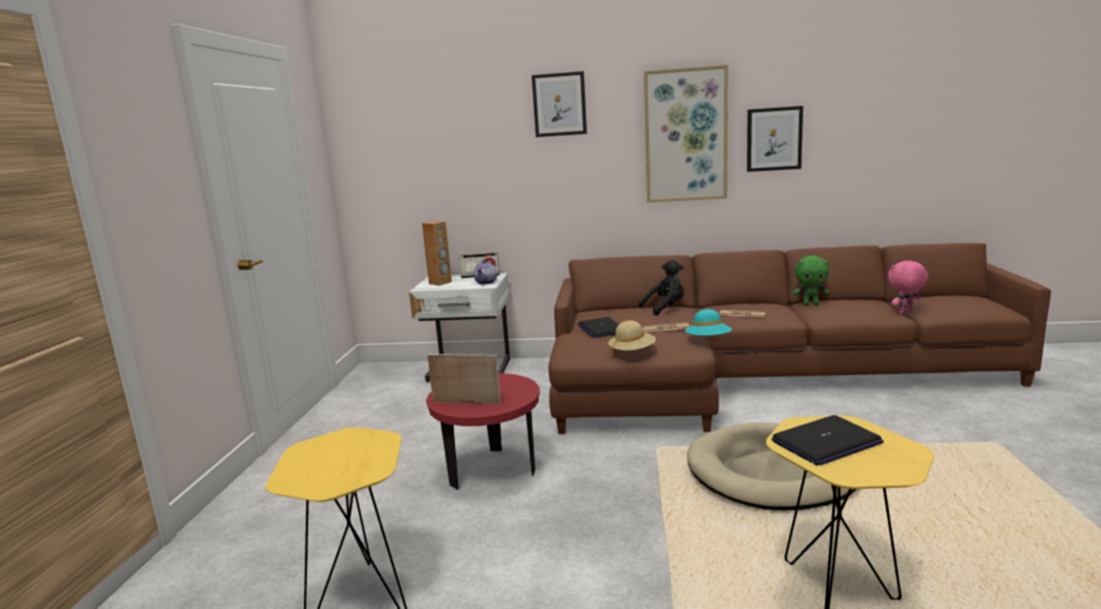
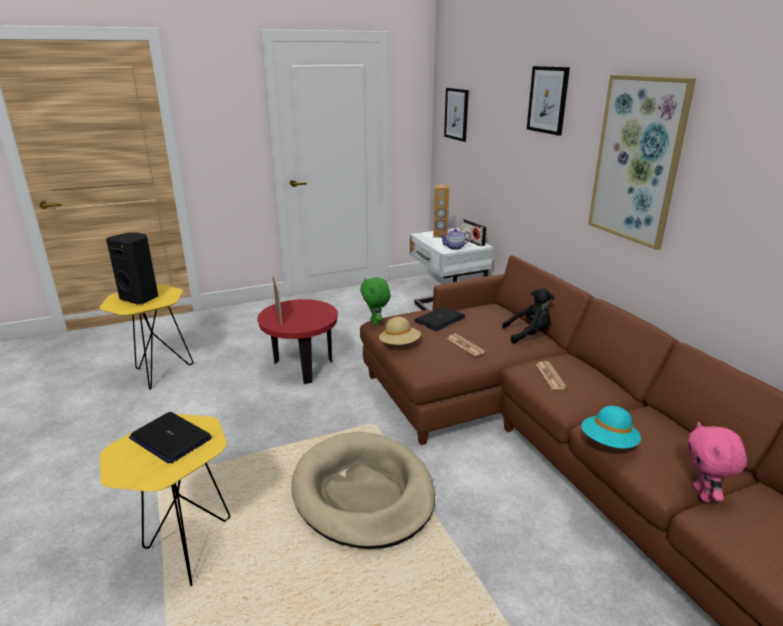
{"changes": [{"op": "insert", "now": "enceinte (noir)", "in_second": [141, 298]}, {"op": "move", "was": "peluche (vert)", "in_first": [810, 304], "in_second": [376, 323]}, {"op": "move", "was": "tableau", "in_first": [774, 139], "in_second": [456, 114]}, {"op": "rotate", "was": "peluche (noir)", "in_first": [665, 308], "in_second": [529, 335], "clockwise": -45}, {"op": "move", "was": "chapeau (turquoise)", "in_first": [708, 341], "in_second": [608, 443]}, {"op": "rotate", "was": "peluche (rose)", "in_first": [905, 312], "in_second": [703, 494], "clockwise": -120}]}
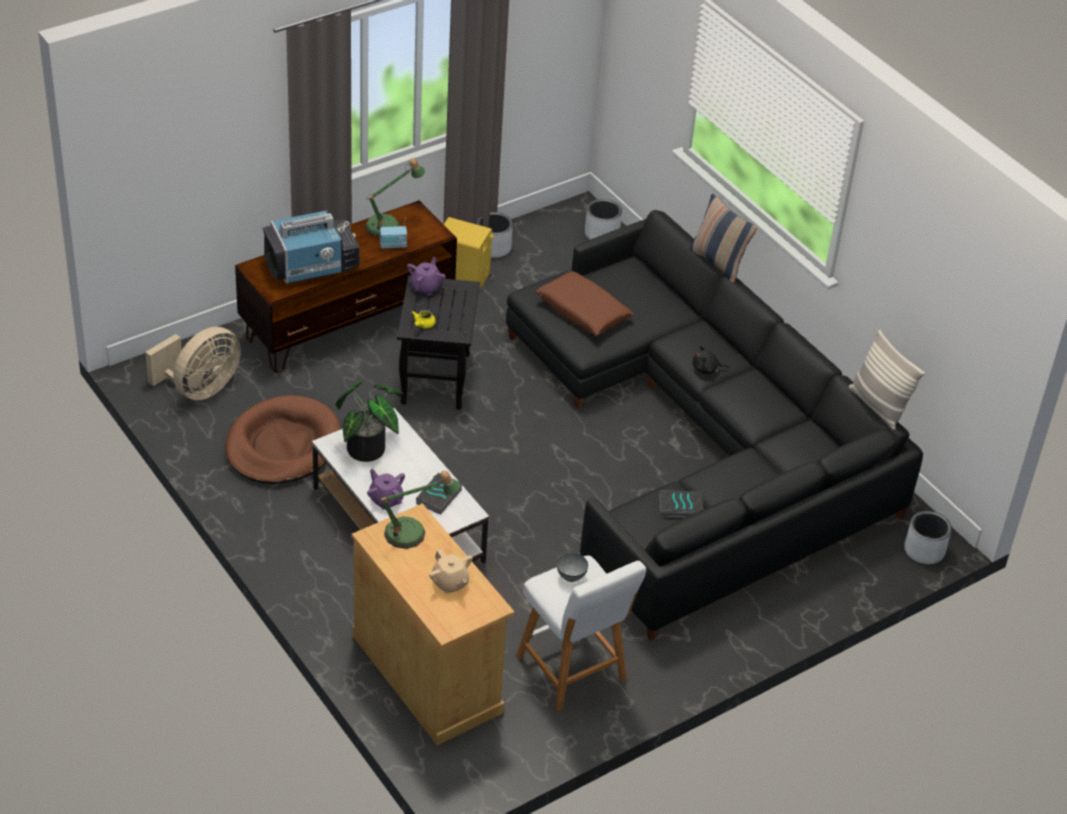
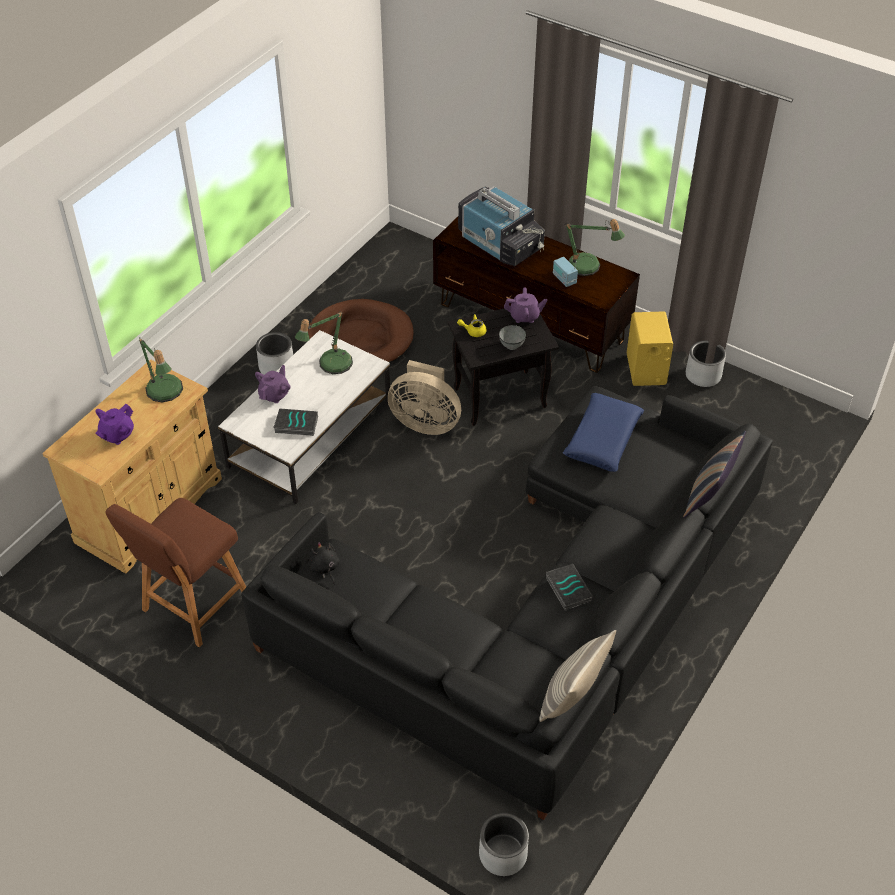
{"changes": [{"op": "recolor", "was": "théière (beige)", "now": "théière (violet)", "in_first": [450, 583], "in_second": [117, 435]}, {"op": "recolor", "was": "tabouret (blanc)", "now": "tabouret (marron)", "in_first": [574, 672], "in_second": [192, 606]}, {"op": "move", "was": "cache-pot (gris)", "in_first": [601, 234], "in_second": [277, 367]}, {"op": "replace", "was": "plante en pot", "now": "lampe de table", "in_first": [370, 448], "in_second": [330, 365]}, {"op": "move", "was": "peluche (noir)", "in_first": [706, 369], "in_second": [325, 568]}, {"op": "move", "was": "ventilateur (beige)", "in_first": [199, 389], "in_second": [425, 422]}, {"op": "move", "was": "bol (gris)", "in_first": [571, 577], "in_second": [511, 345]}, {"op": "move", "was": "livre", "in_first": [679, 507], "in_second": [567, 589]}, {"op": "recolor", "was": "coussin (marron)", "now": "coussin (bleu)", "in_first": [583, 311], "in_second": [602, 439]}]}
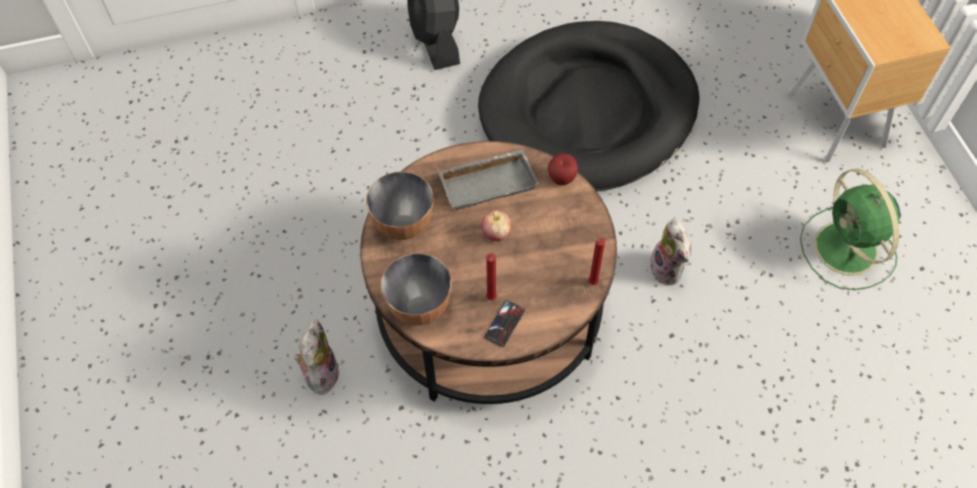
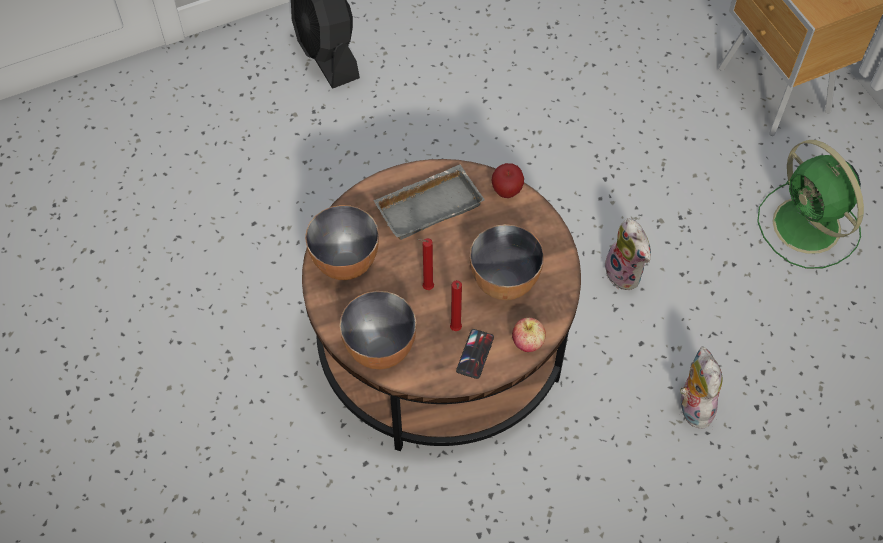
{"changes": [{"op": "move", "was": "bougie (rouge)", "in_first": [591, 282], "in_second": [426, 288]}, {"op": "insert", "now": "bol", "in_second": [504, 281]}, {"op": "move", "was": "pomme", "in_first": [496, 233], "in_second": [527, 343]}, {"op": "move", "was": "peluche", "in_first": [320, 373], "in_second": [692, 406]}, {"op": "delete", "was": "panier pour chien (noir)", "in_first": [588, 111]}]}
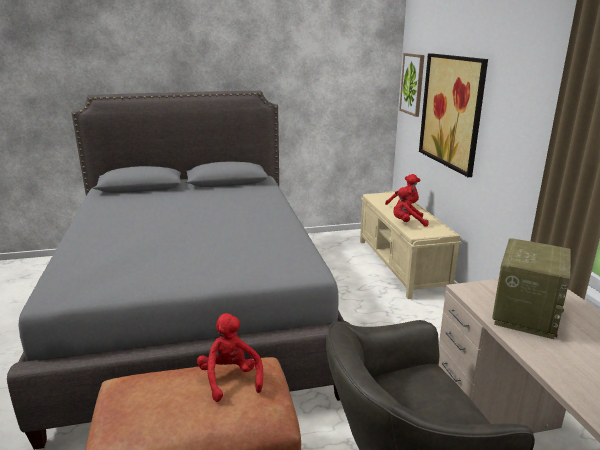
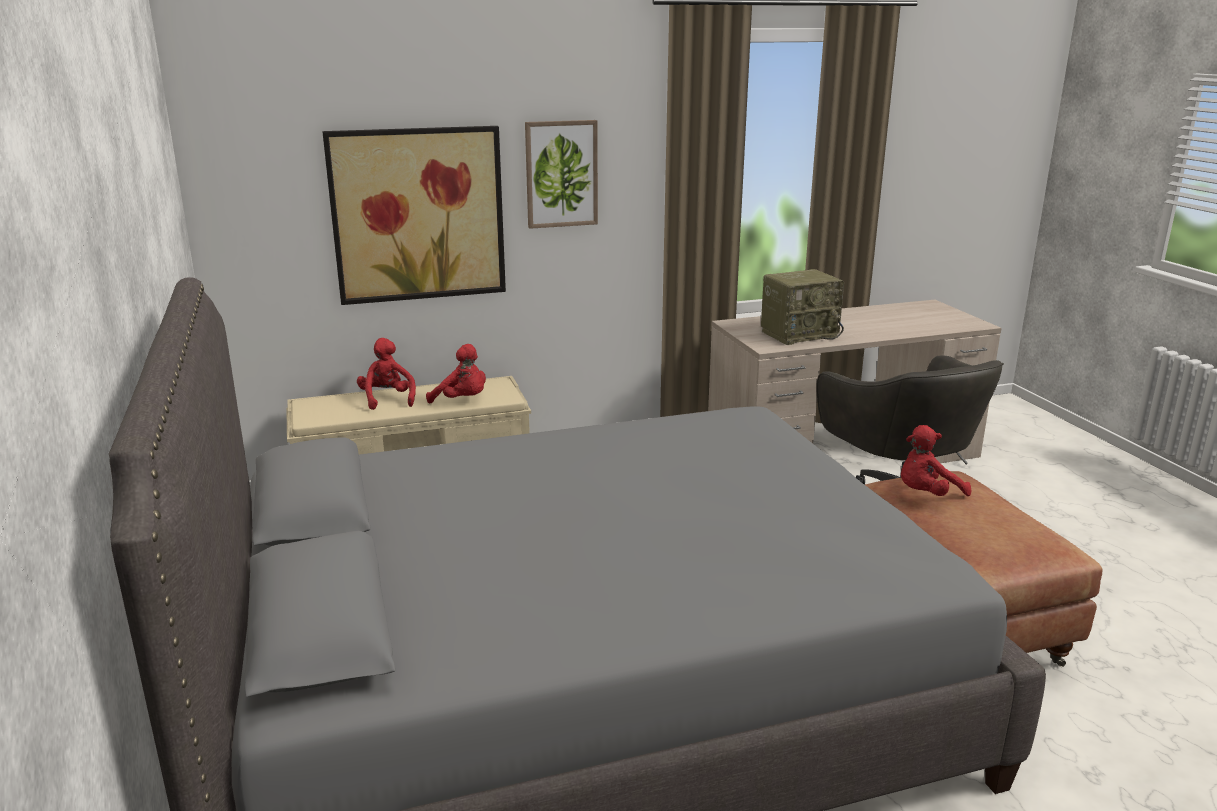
{"changes": [{"op": "rotate", "was": "peluche (rouge)", "in_first": [407, 223], "in_second": [462, 400], "clockwise": -60}, {"op": "move", "was": "tableau", "in_first": [412, 84], "in_second": [561, 174]}, {"op": "rotate", "was": "radio", "in_first": [524, 313], "in_second": [799, 334], "clockwise": 135}]}
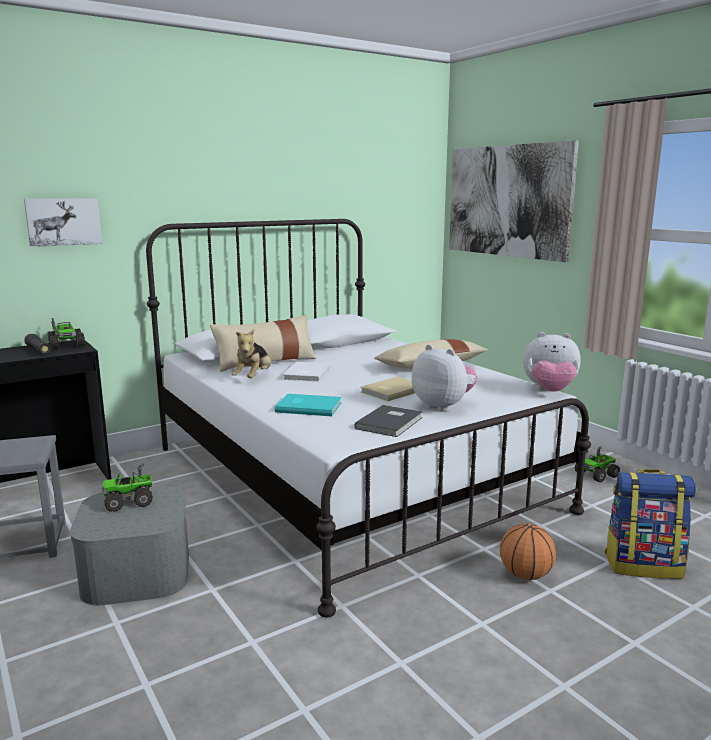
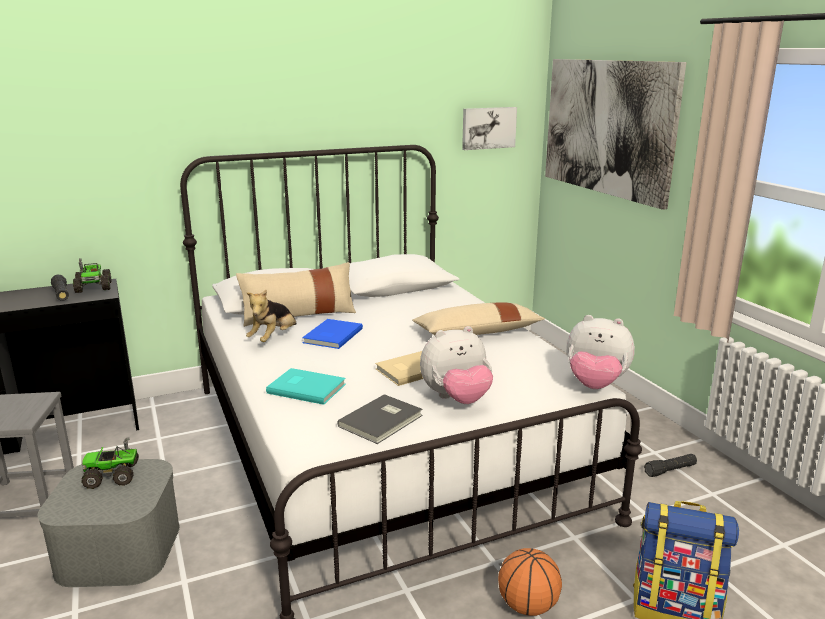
{"changes": [{"op": "recolor", "was": "livre (blanc)", "now": "livre (bleu)", "in_first": [305, 374], "in_second": [331, 336]}, {"op": "rotate", "was": "peluche", "in_first": [443, 406], "in_second": [456, 399], "clockwise": 105}, {"op": "move", "was": "tableau", "in_first": [63, 221], "in_second": [488, 128]}, {"op": "replace", "was": "camion jouet", "now": "lampe de poche (noir)", "in_first": [597, 474], "in_second": [670, 470]}]}
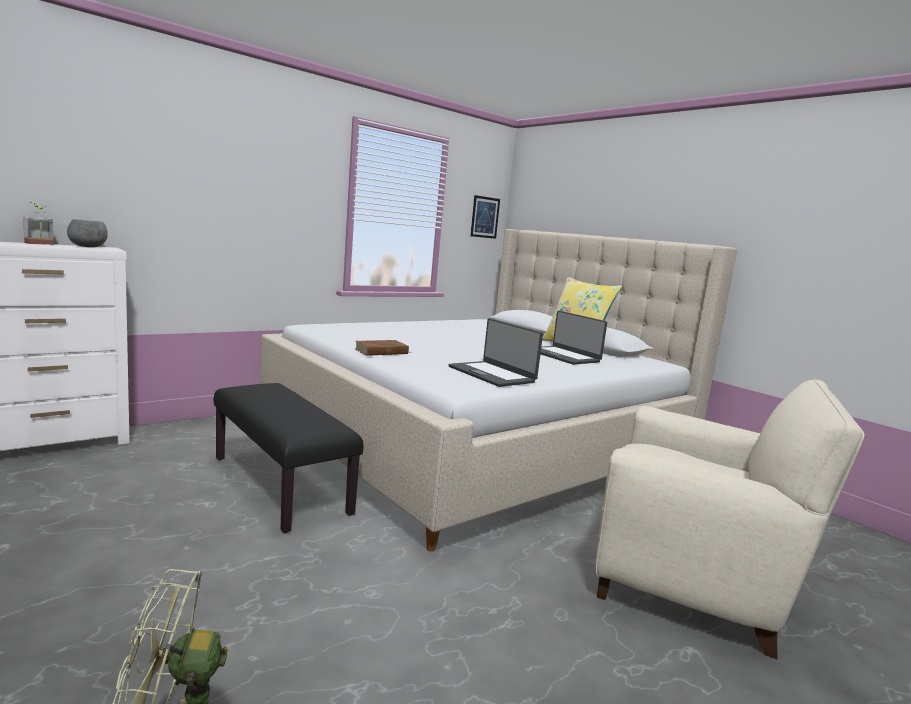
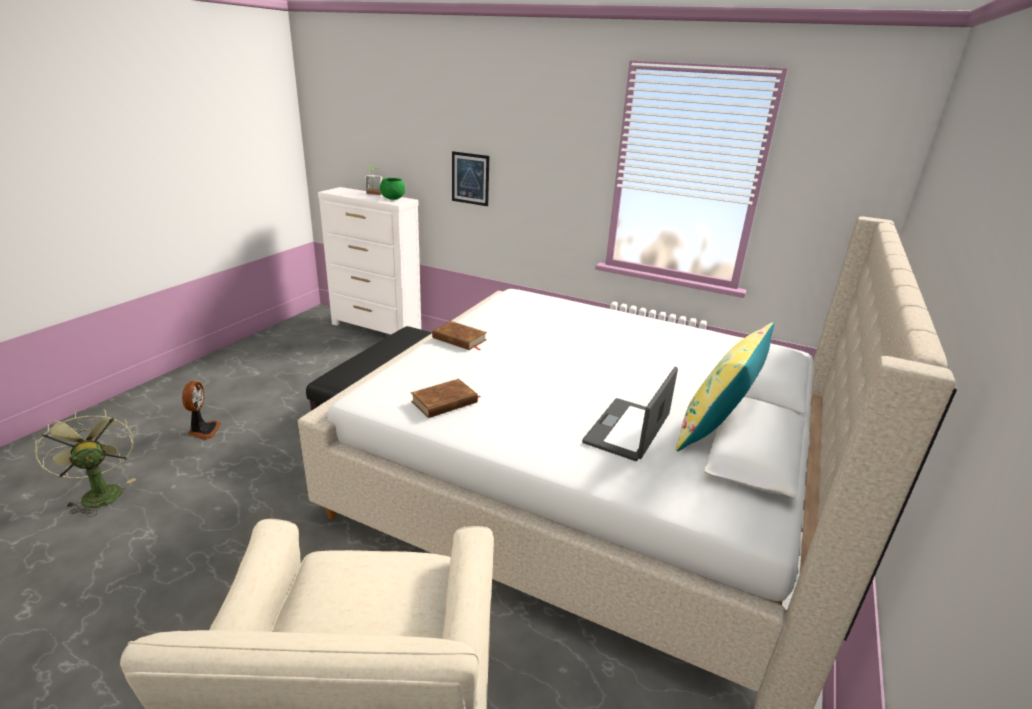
{"changes": [{"op": "insert", "now": "ventilateur", "in_second": [203, 430]}, {"op": "recolor", "was": "bol (gris)", "now": "bol (vert)", "in_first": [88, 247], "in_second": [392, 199]}, {"op": "replace", "was": "ordinateur portable", "now": "livre (marron)", "in_first": [492, 374], "in_second": [445, 402]}, {"op": "move", "was": "tableau", "in_first": [485, 217], "in_second": [470, 178]}]}
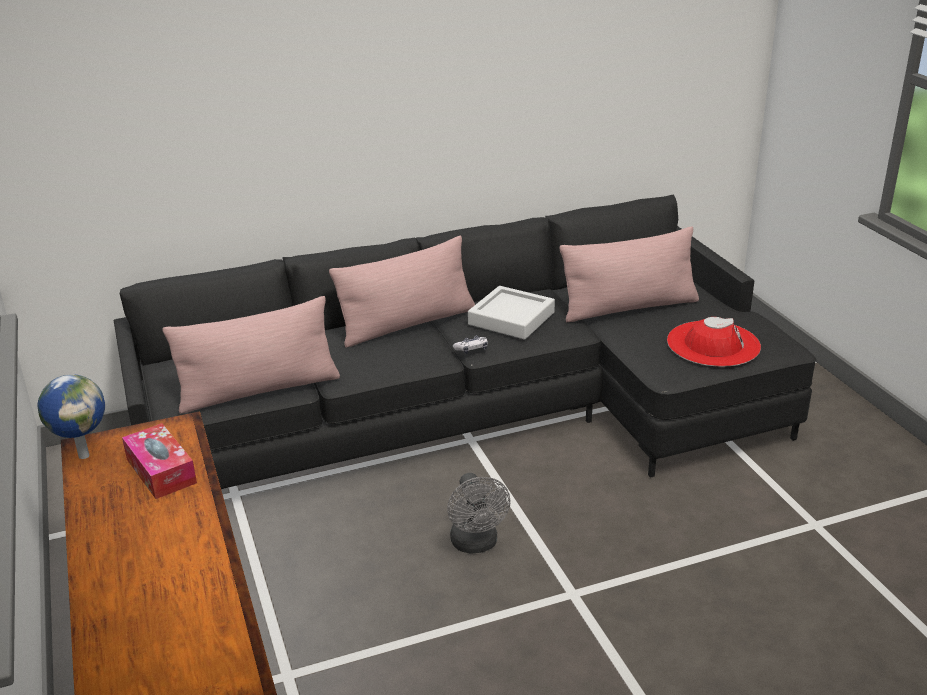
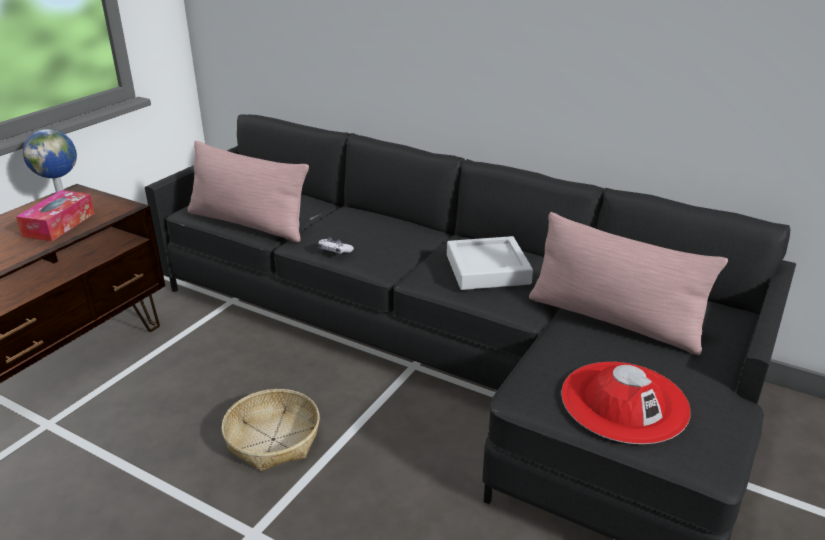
{"changes": [{"op": "replace", "was": "ventilateur (gris)", "now": "panier", "in_first": [476, 544], "in_second": [273, 439]}, {"op": "move", "was": "manette", "in_first": [471, 349], "in_second": [334, 251]}, {"op": "delete", "was": "coussin (rose)", "in_first": [407, 324]}]}
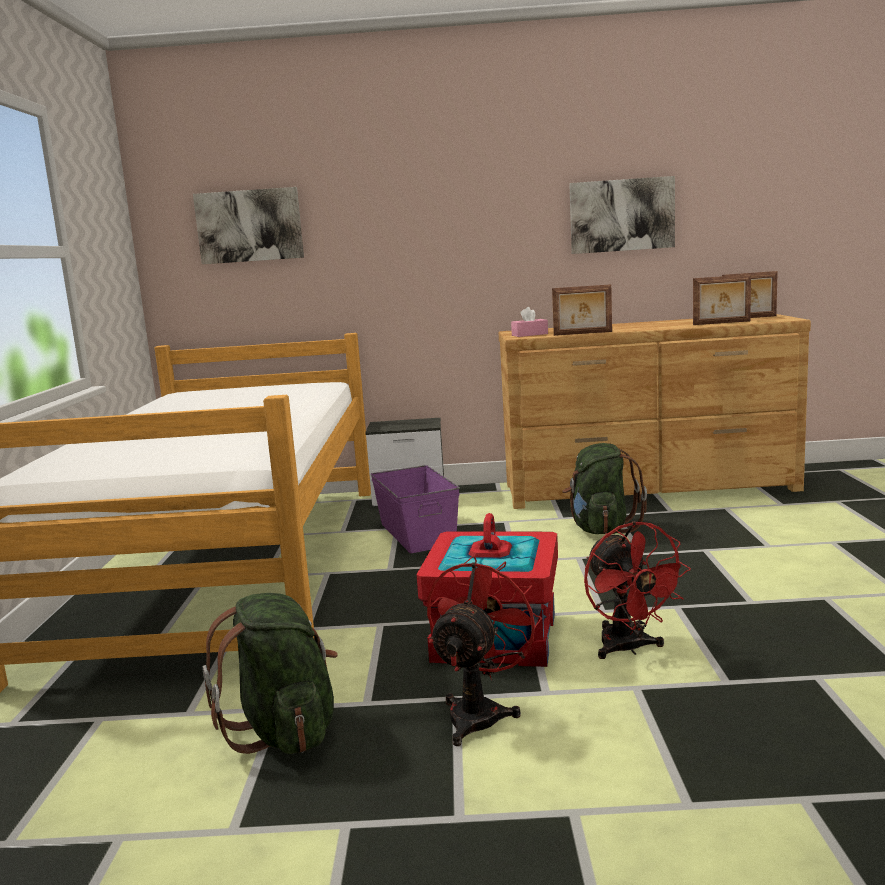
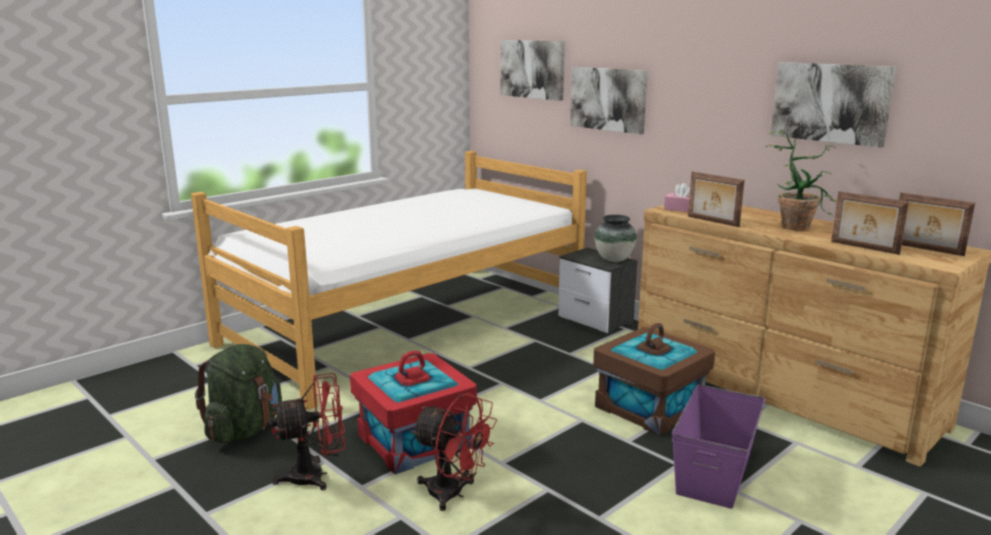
{"changes": [{"op": "rotate", "was": "ventilateur (rouge)", "in_first": [628, 649], "in_second": [453, 494], "clockwise": -90}, {"op": "insert", "now": "tableau", "in_second": [608, 99]}, {"op": "replace", "was": "sac à dos (vert)", "now": "boîte de rangement (marron)", "in_first": [601, 529], "in_second": [650, 408]}, {"op": "insert", "now": "vase", "in_second": [614, 260]}, {"op": "move", "was": "boîte de rangement (violet)", "in_first": [417, 533], "in_second": [715, 471]}, {"op": "insert", "now": "plante en pot", "in_second": [797, 225]}]}
